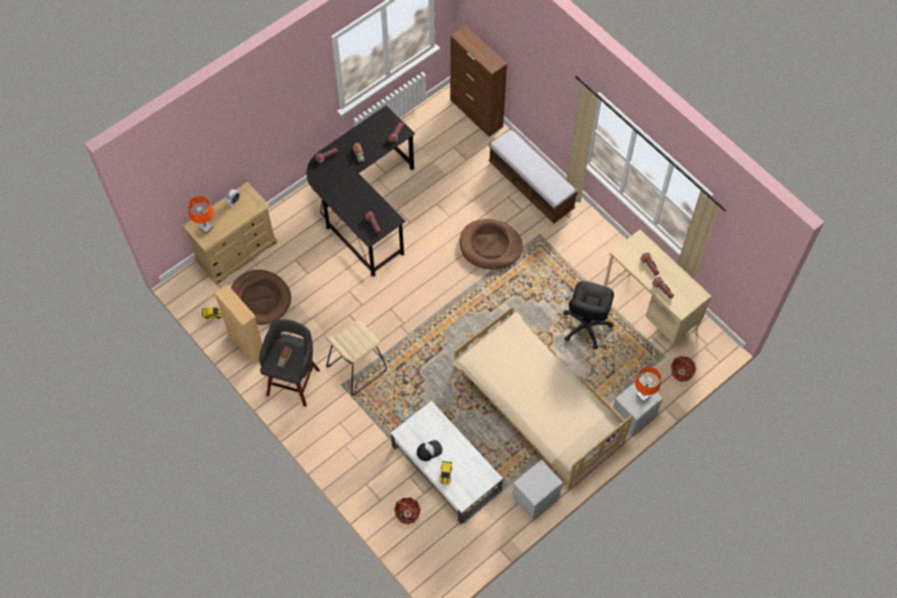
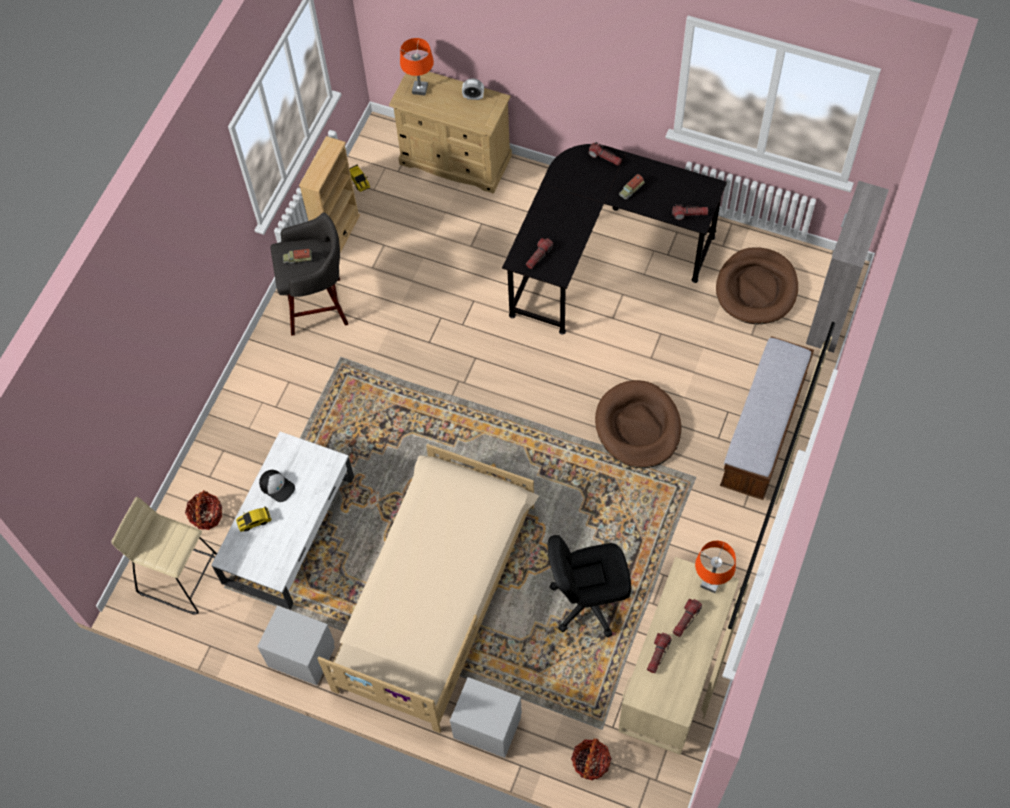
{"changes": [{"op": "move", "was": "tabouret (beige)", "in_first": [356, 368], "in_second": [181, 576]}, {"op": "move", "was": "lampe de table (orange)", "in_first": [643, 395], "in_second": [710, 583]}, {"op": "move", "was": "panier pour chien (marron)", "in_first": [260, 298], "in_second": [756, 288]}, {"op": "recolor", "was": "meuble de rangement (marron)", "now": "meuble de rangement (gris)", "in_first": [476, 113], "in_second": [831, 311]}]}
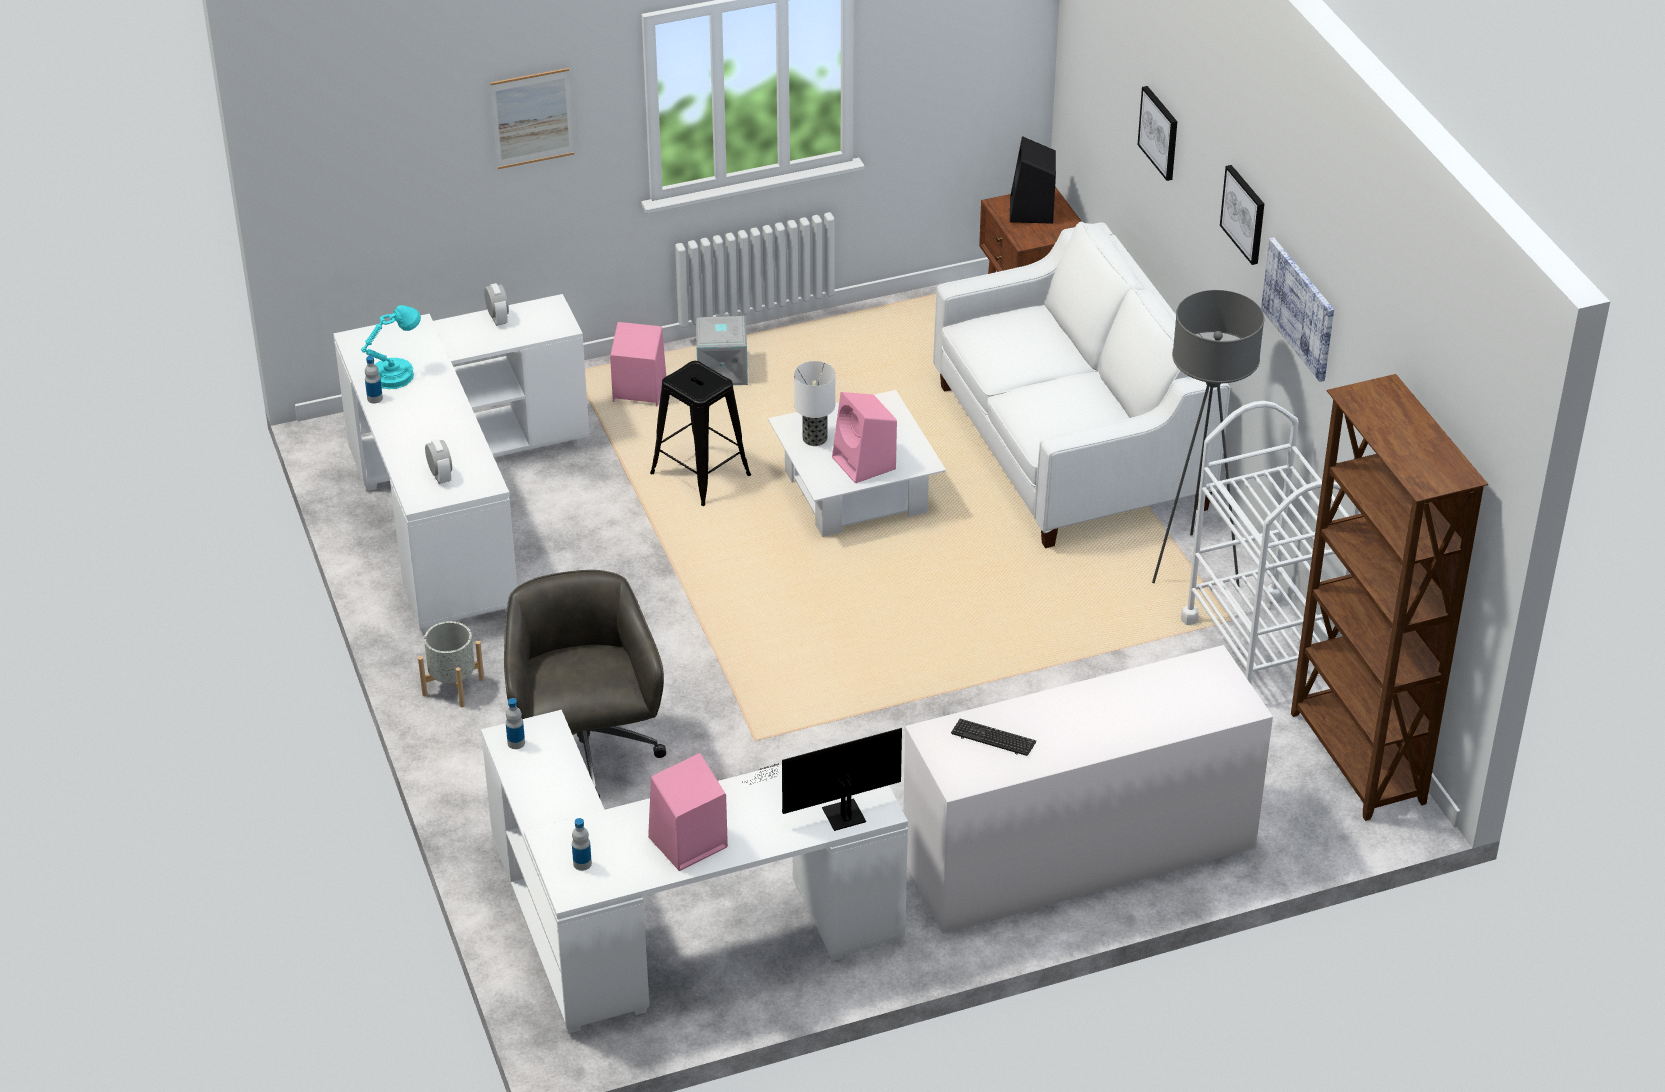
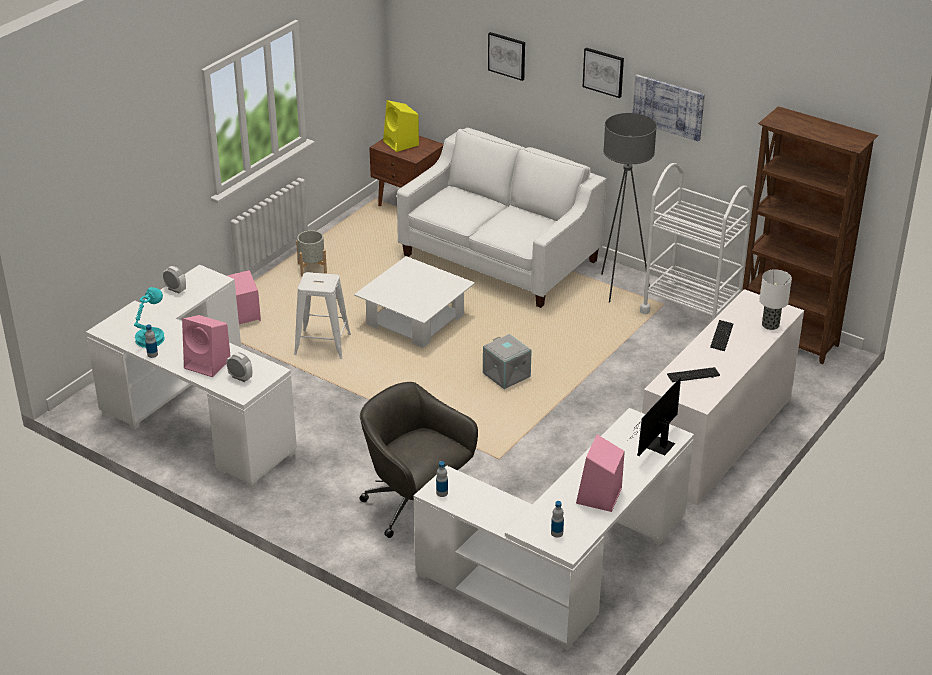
{"changes": [{"op": "move", "was": "enceinte (rose)", "in_first": [865, 464], "in_second": [208, 364]}, {"op": "recolor", "was": "tabouret (noir)", "now": "tabouret (blanc)", "in_first": [700, 474], "in_second": [322, 345]}, {"op": "move", "was": "cache-pot (gris)", "in_first": [453, 687], "in_second": [312, 269]}, {"op": "recolor", "was": "enceinte (noir)", "now": "enceinte (jaune)", "in_first": [1032, 211], "in_second": [401, 143]}, {"op": "move", "was": "boîte de rangement (gris)", "in_first": [721, 371], "in_second": [505, 375]}, {"op": "insert", "now": "clavier", "in_second": [721, 336]}, {"op": "move", "was": "lampe de table", "in_first": [814, 439], "in_second": [770, 325]}, {"op": "delete", "was": "tableau", "in_first": [532, 118]}]}
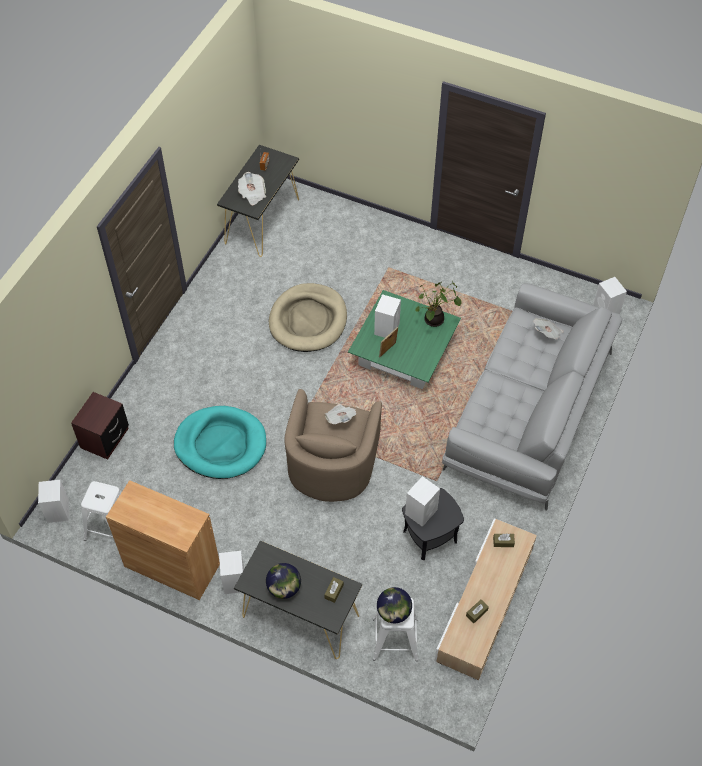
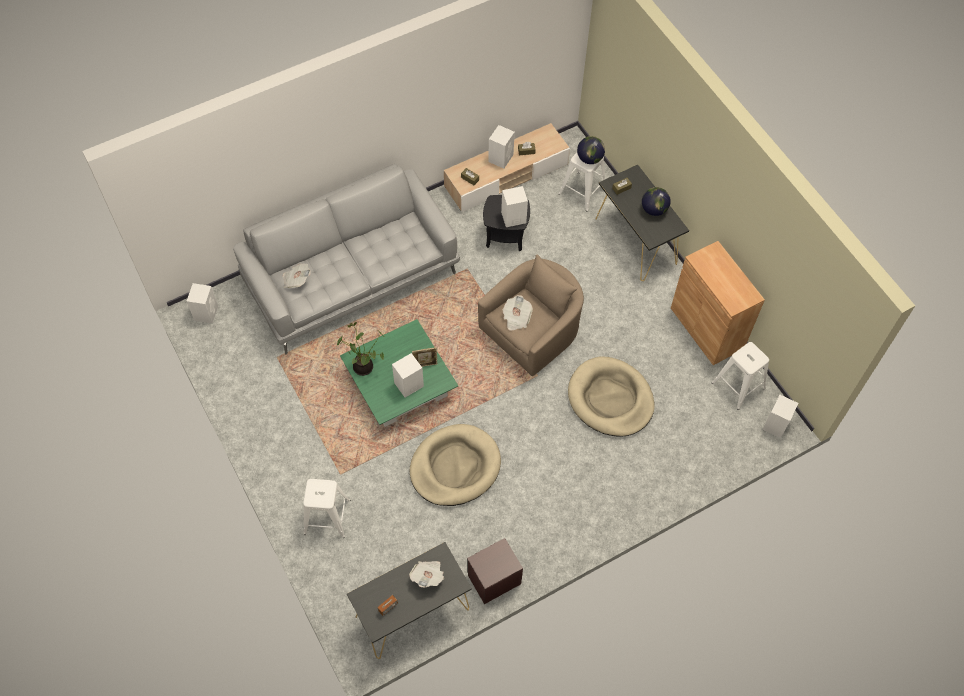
{"changes": [{"op": "insert", "now": "tabouret (blanc)", "in_second": [326, 517]}, {"op": "move", "was": "table de chevet (marron)", "in_first": [105, 438], "in_second": [494, 579]}, {"op": "move", "was": "enceinte (blanc)", "in_first": [234, 582], "in_second": [501, 157]}, {"op": "recolor", "was": "panier pour chien (turquoise)", "now": "panier pour chien (beige)", "in_first": [221, 444], "in_second": [610, 399]}]}
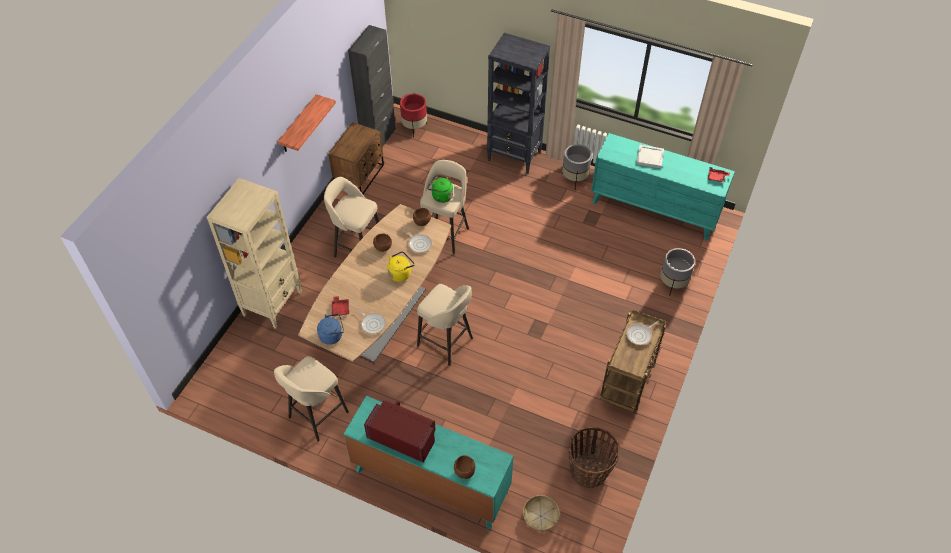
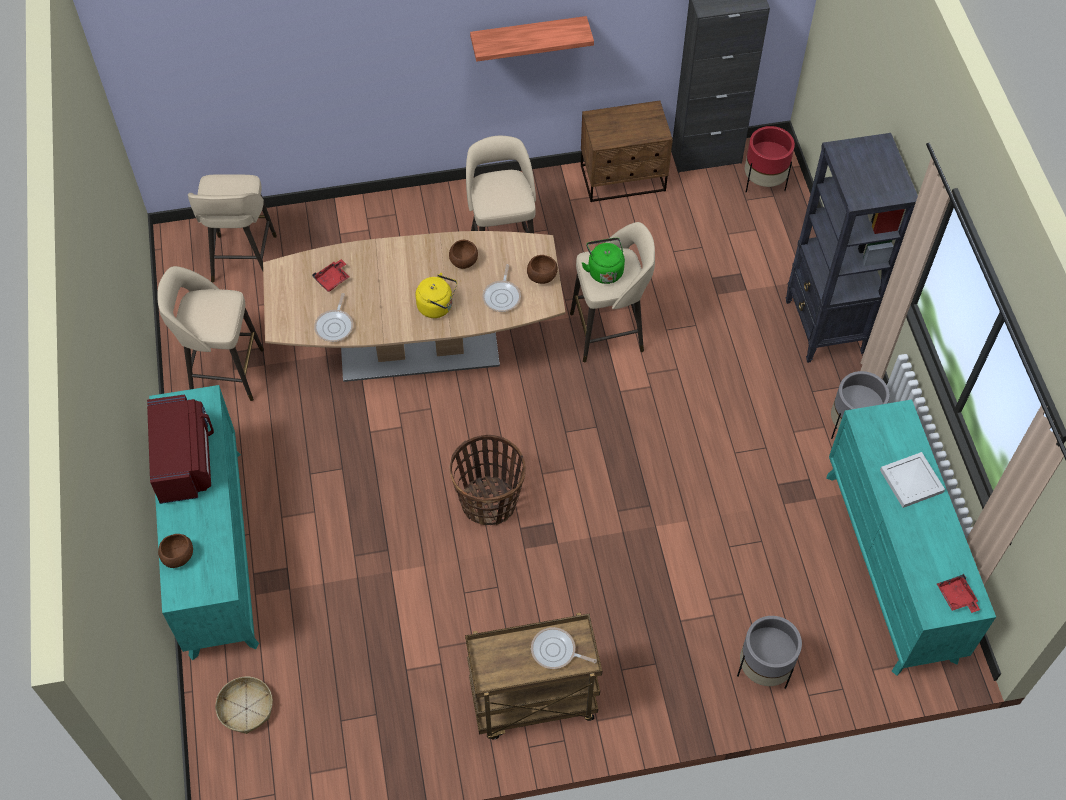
{"changes": [{"op": "move", "was": "tabouret (beige)", "in_first": [446, 343], "in_second": [243, 261]}, {"op": "move", "was": "panier", "in_first": [588, 471], "in_second": [489, 502]}, {"op": "delete", "was": "bibliothèque (beige)", "in_first": [273, 303]}, {"op": "delete", "was": "bouilloire (bleu)", "in_first": [332, 335]}]}
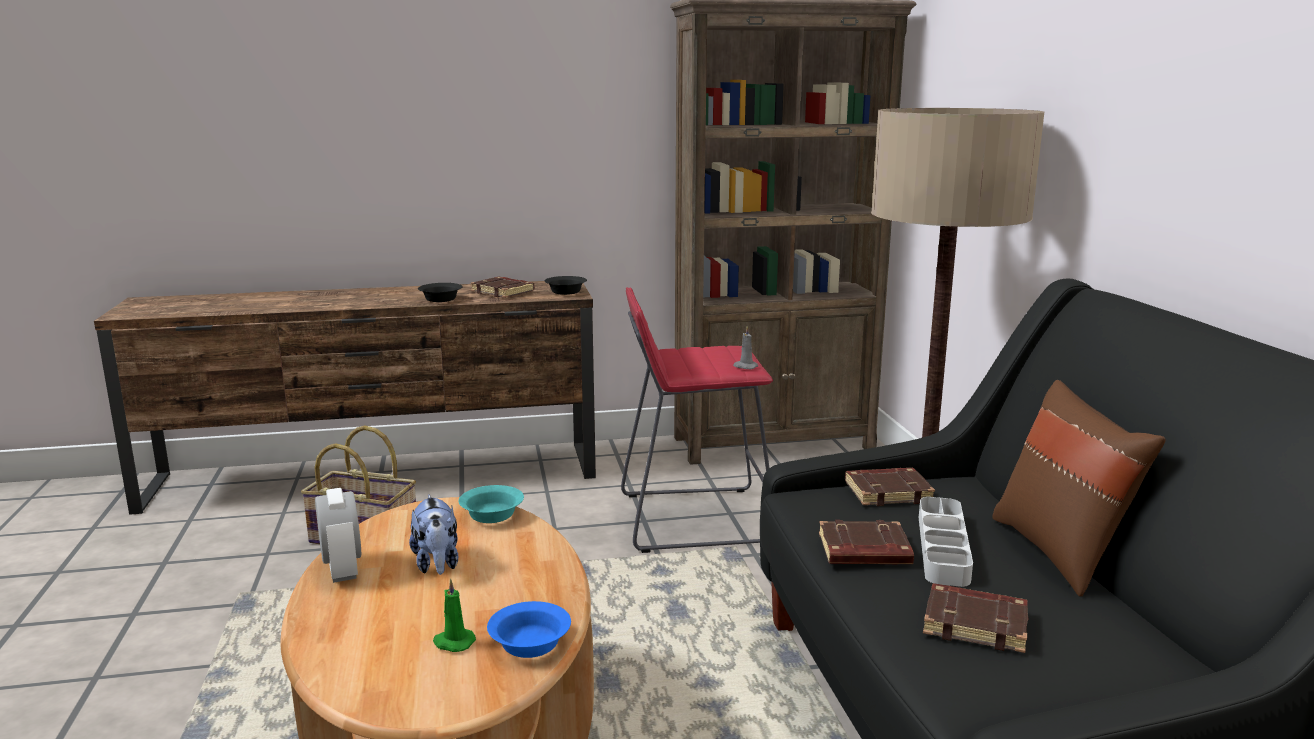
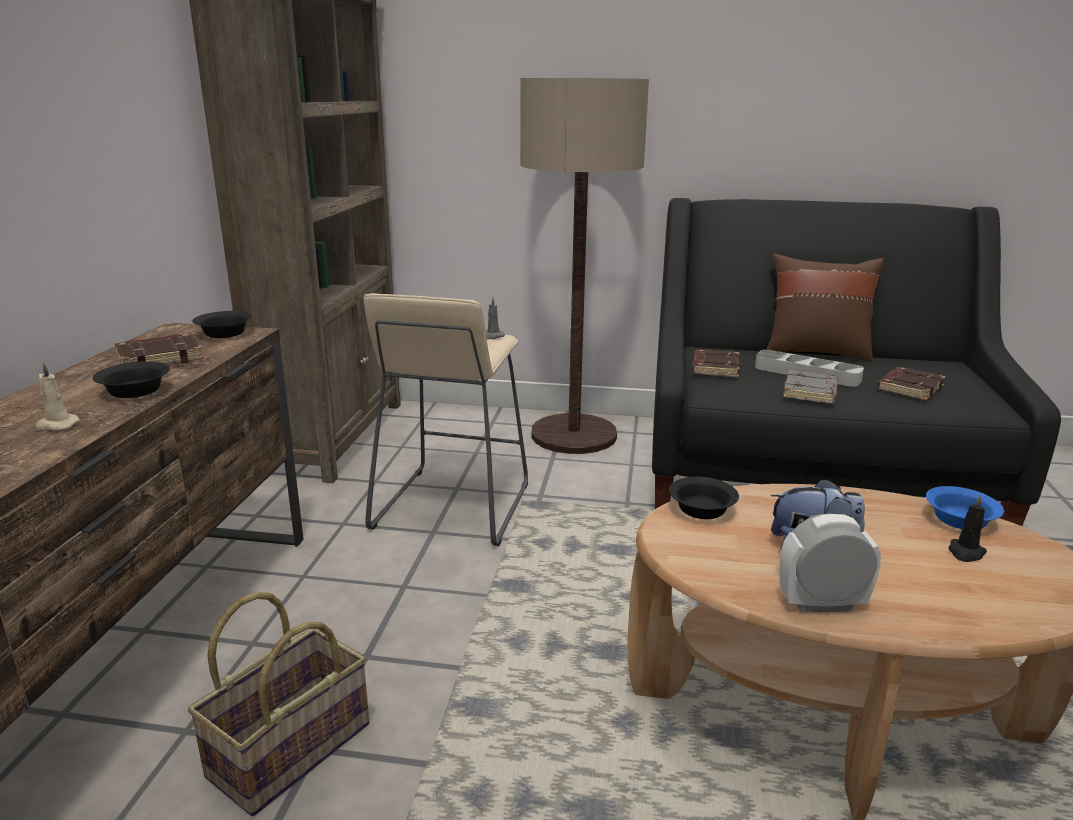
{"changes": [{"op": "insert", "now": "bougie (beige)", "in_second": [56, 425]}, {"op": "recolor", "was": "tabouret (rouge)", "now": "tabouret (beige)", "in_first": [694, 519], "in_second": [452, 506]}, {"op": "recolor", "was": "bol (turquoise)", "now": "bol (noir)", "in_first": [493, 515], "in_second": [702, 509]}, {"op": "recolor", "was": "livre (marron)", "now": "livre (gris)", "in_first": [863, 551], "in_second": [811, 392]}, {"op": "recolor", "was": "bougie (vert)", "now": "bougie (noir)", "in_first": [453, 642], "in_second": [965, 552]}]}
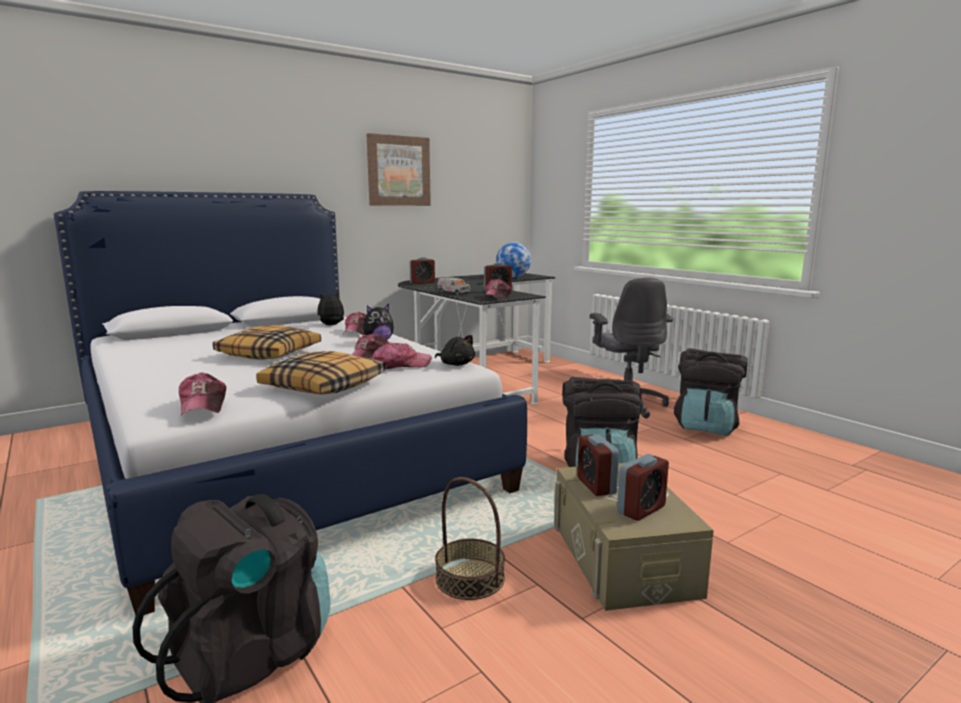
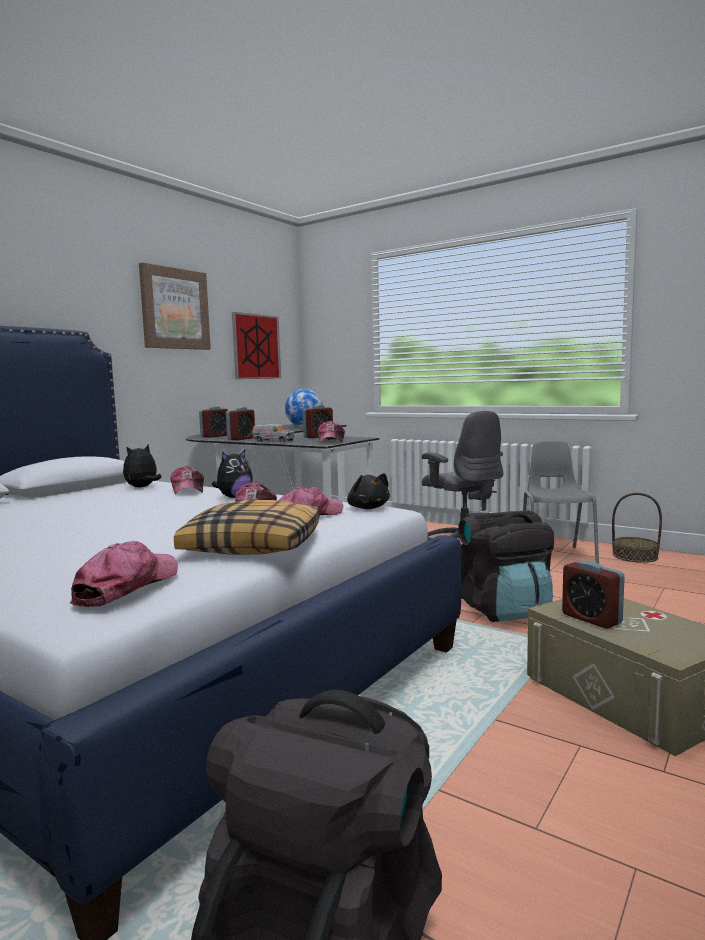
{"changes": [{"op": "rotate", "was": "casquette", "in_first": [203, 405], "in_second": [126, 586], "clockwise": -120}, {"op": "move", "was": "réveil", "in_first": [641, 509], "in_second": [241, 439]}, {"op": "insert", "now": "tableau", "in_second": [256, 347]}, {"op": "rotate", "was": "peluche (noir)", "in_first": [456, 364], "in_second": [368, 508], "clockwise": 45}, {"op": "replace", "was": "sac à dos (noir)", "now": "chaise (gris)", "in_first": [707, 426], "in_second": [556, 556]}, {"op": "move", "was": "panier", "in_first": [469, 578], "in_second": [635, 556]}, {"op": "delete", "was": "coussin", "in_first": [270, 354]}]}
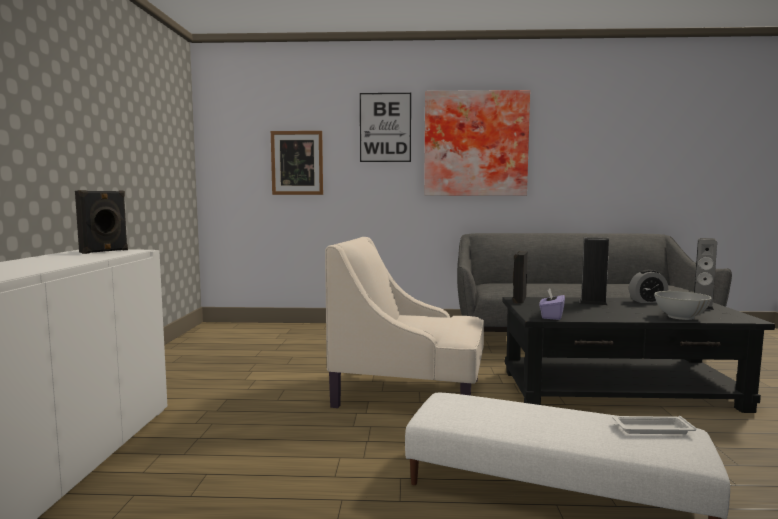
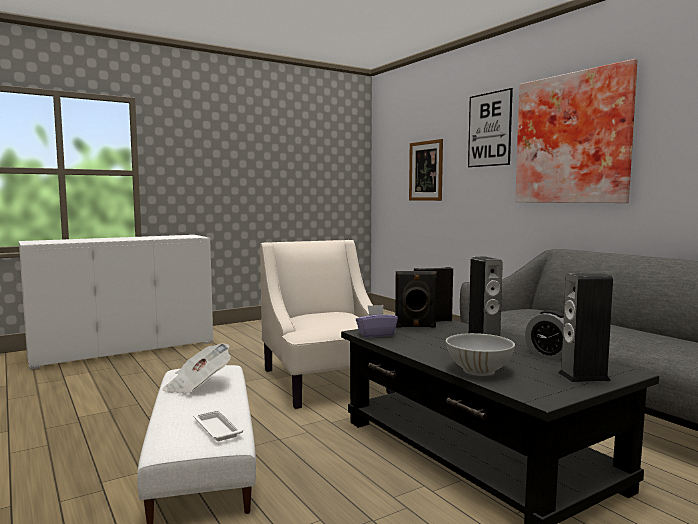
{"changes": [{"op": "insert", "now": "journal", "in_second": [198, 386]}, {"op": "move", "was": "enceinte (noir)", "in_first": [105, 251], "in_second": [415, 326]}]}
